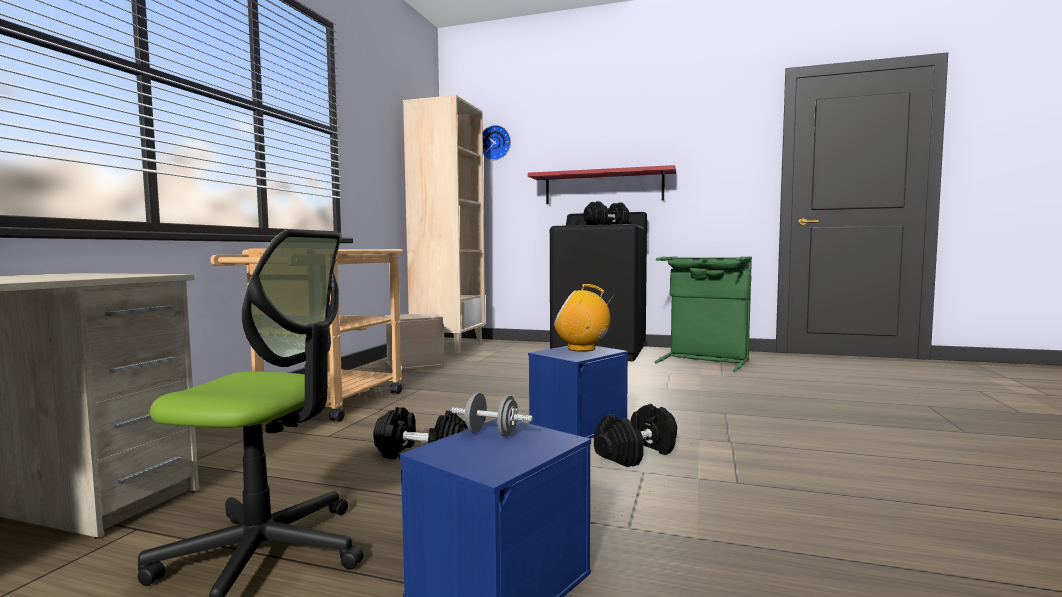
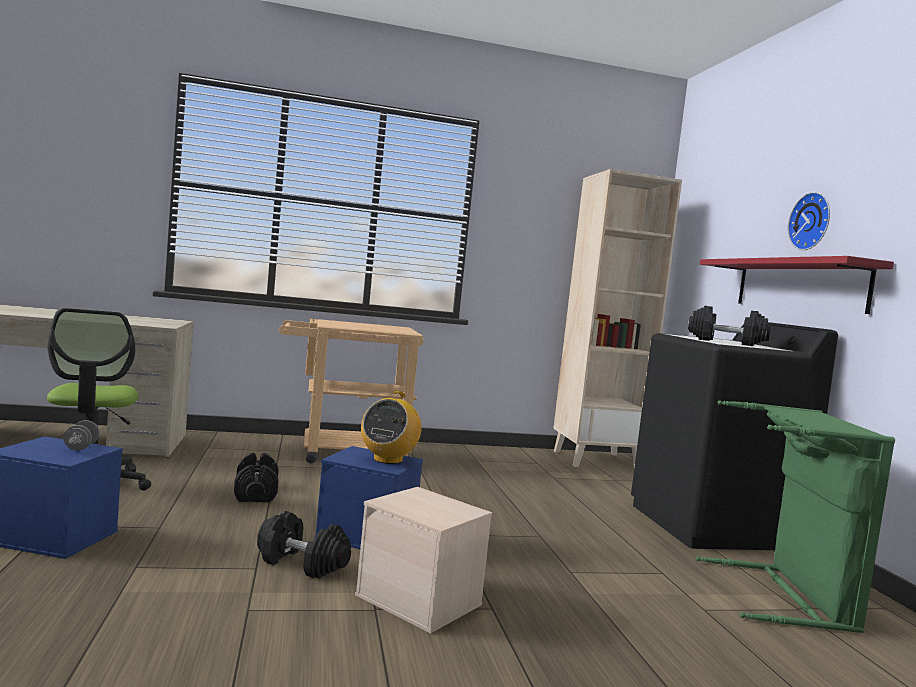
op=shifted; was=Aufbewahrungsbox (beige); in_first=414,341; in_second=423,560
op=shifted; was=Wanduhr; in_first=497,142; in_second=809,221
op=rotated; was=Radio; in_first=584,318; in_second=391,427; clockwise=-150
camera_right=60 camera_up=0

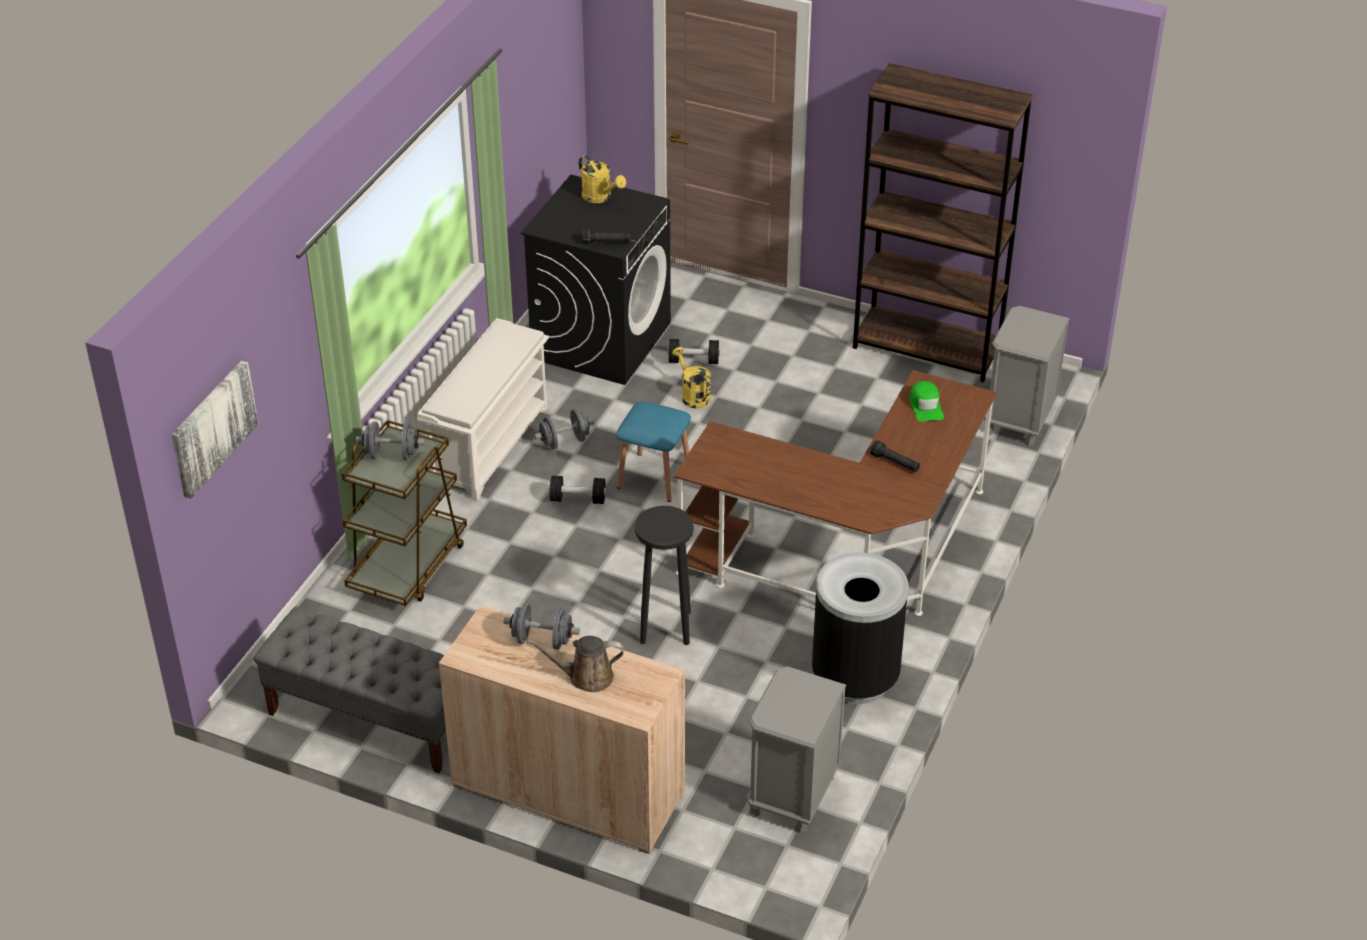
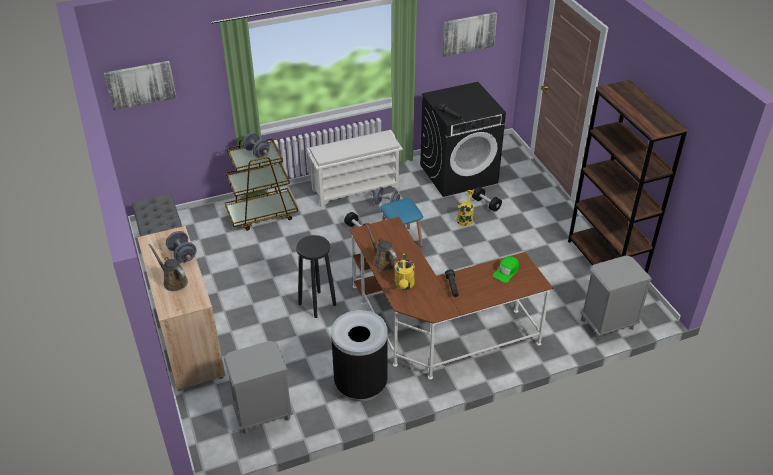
op=shifted; was=Gießkanne (gelb); in_first=602,179; in_second=405,272
op=new; now=Gießkanne (braun); in_second=381,247
op=new; now=Bild; in_second=469,34
camera_right=45 camera_up=0

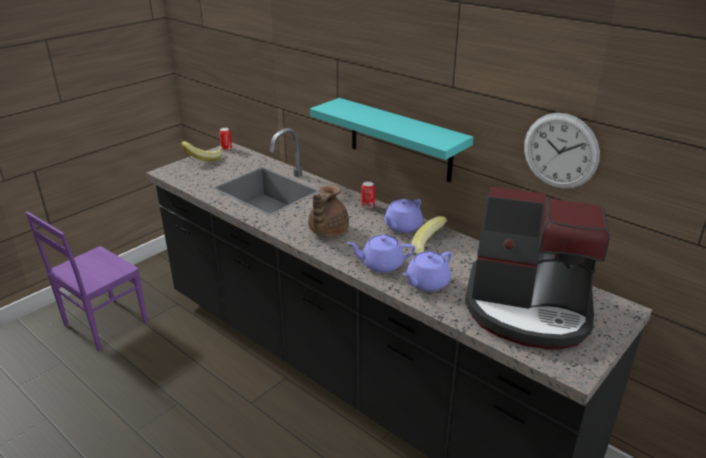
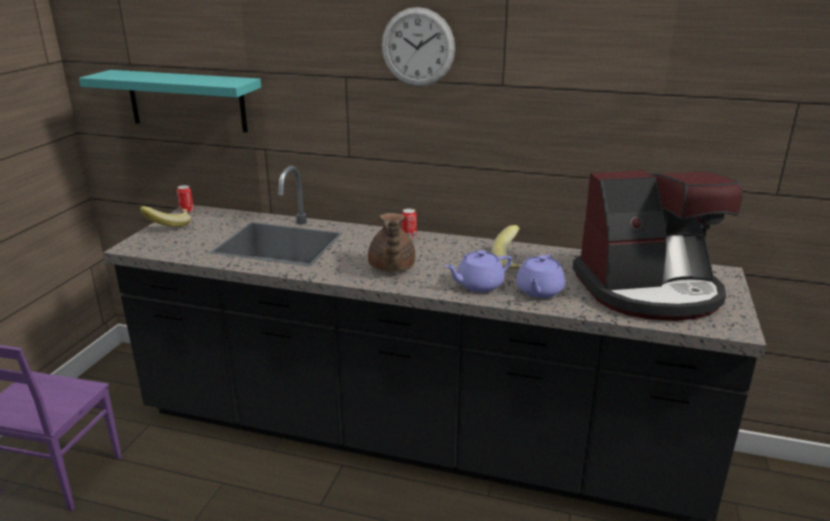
op=shifted; was=Wandregal (türkis); in_first=392,140; in_second=170,101
op=gone; was=Teekanne (lila); in_first=403,216
op=shifted; was=Wanduhr; in_first=562,151; in_second=418,46
camera_right=-25 camera_up=-5

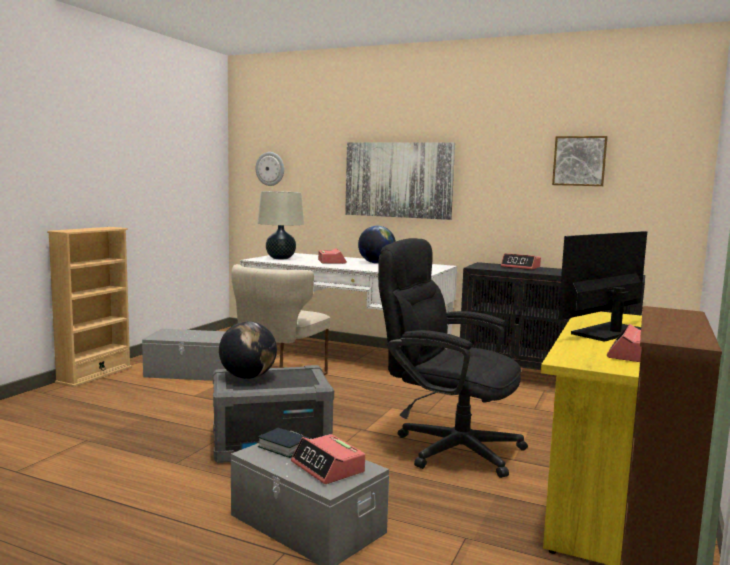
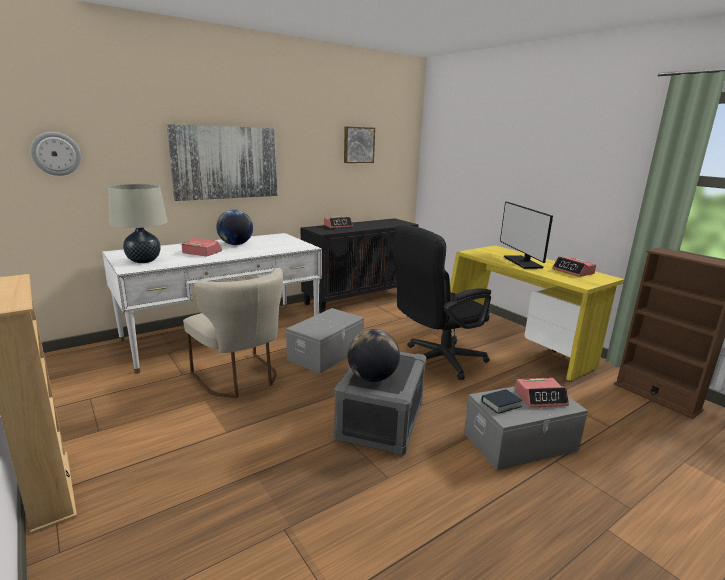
op=shifted; was=Aufbewahrungsbox (grau); in_first=184,355; in_second=325,341
camera_right=-60 camera_up=10

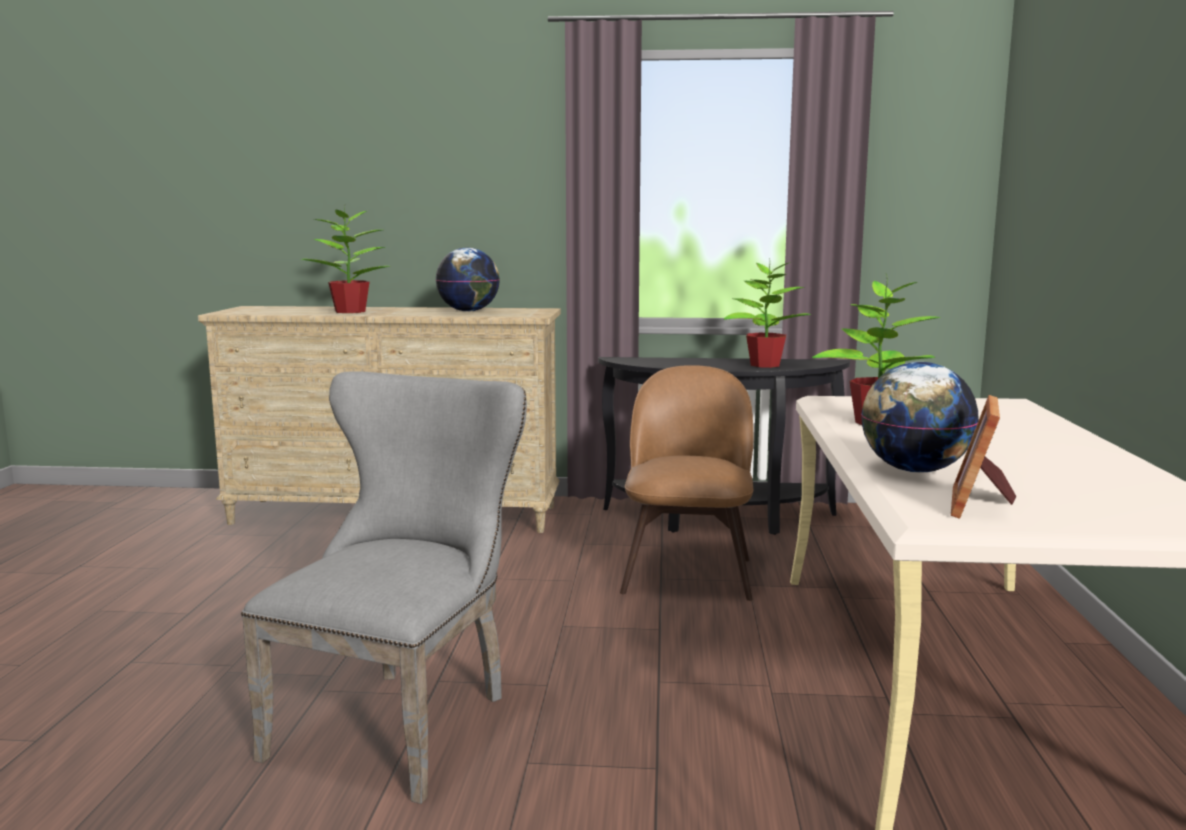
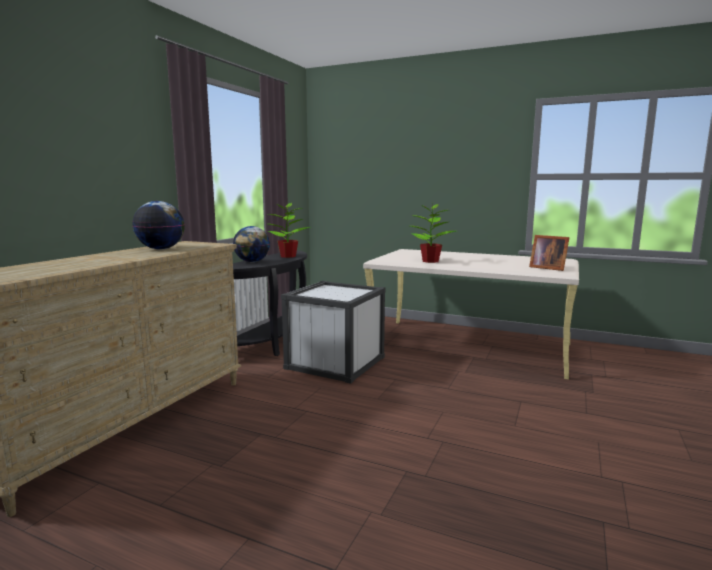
op=gone; was=Stuhl (grau); in_first=384,587
op=gone; was=Topfpflanze; in_first=345,259
op=swapped; was=Stuhl (braun); now=Aufbewahrungsbox (weiß); in_first=687,483; in_second=333,332
op=shifted; was=Globus; in_first=920,417; in_second=251,244
camera_right=-70 camera_up=0

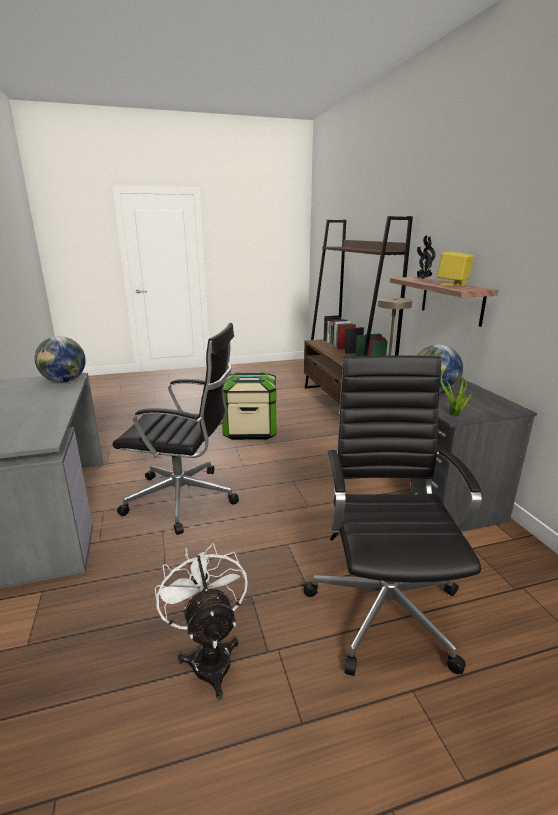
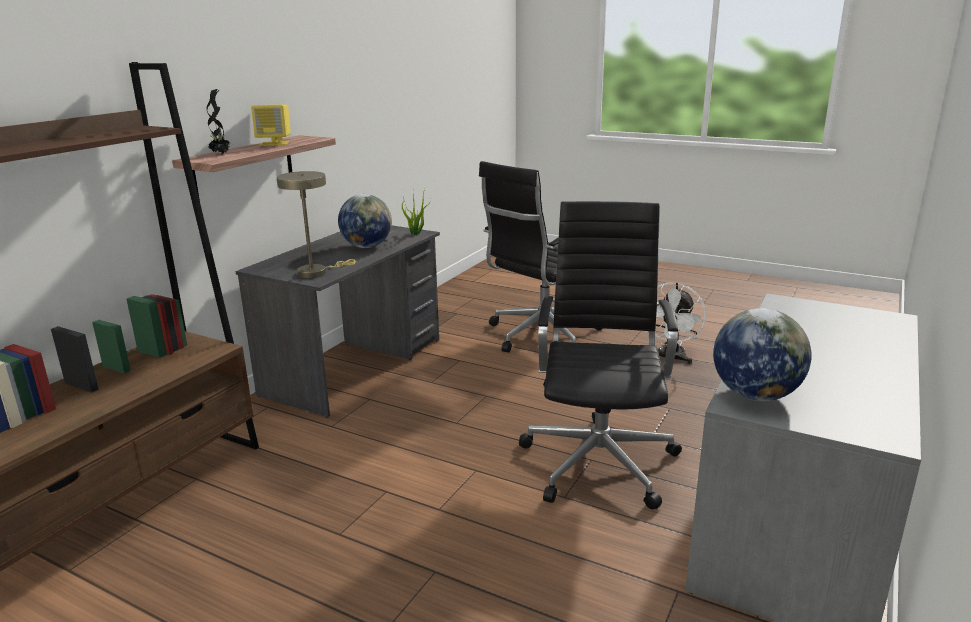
op=rotated; was=Bürostuhl (schwarz); in_first=175,429; in_second=600,355; clockwise=45
op=gone; was=Aufbewahrungsbox; in_first=249,406
camera_right=-135 camera_up=0

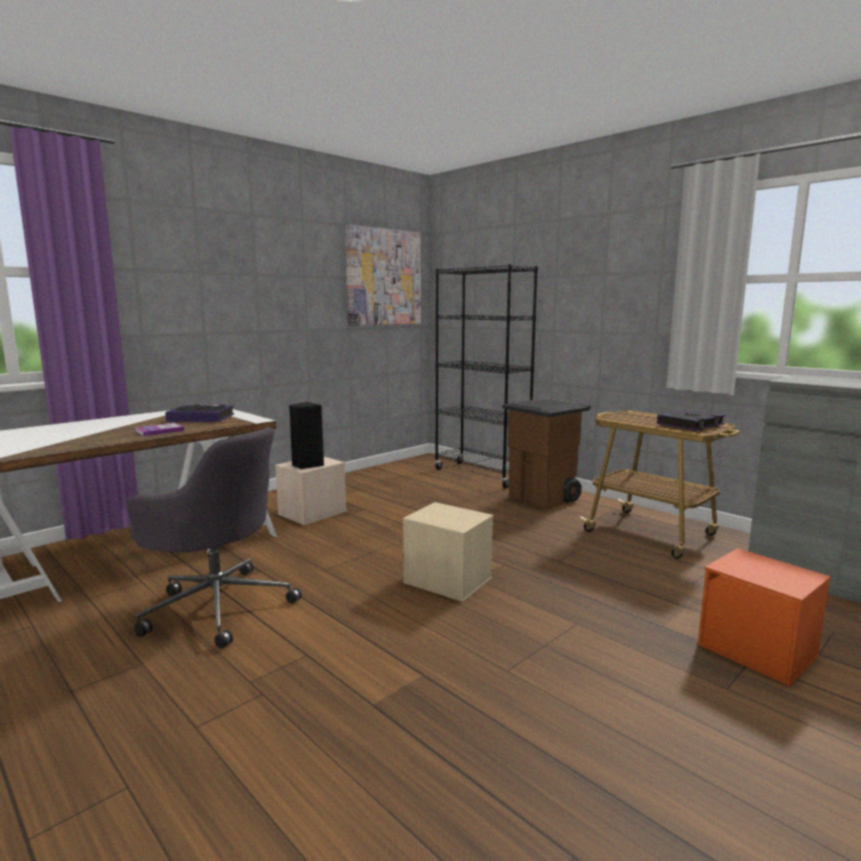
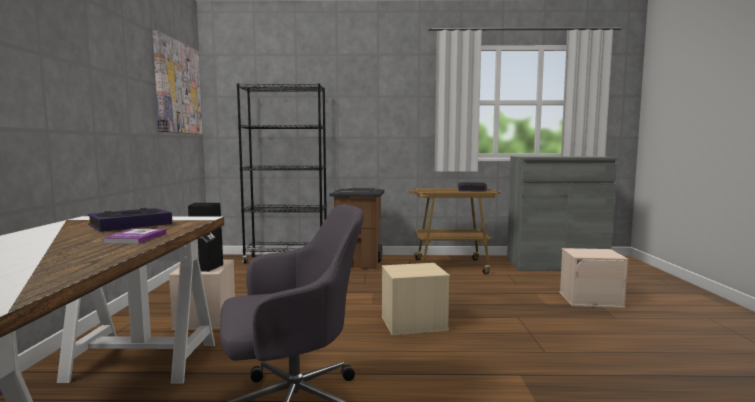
op=repainted; was=Aufbewahrungsbox (orange); now=Aufbewahrungsbox (beige); in_first=764,617; in_second=594,278
camera_right=-45 camera_up=-5

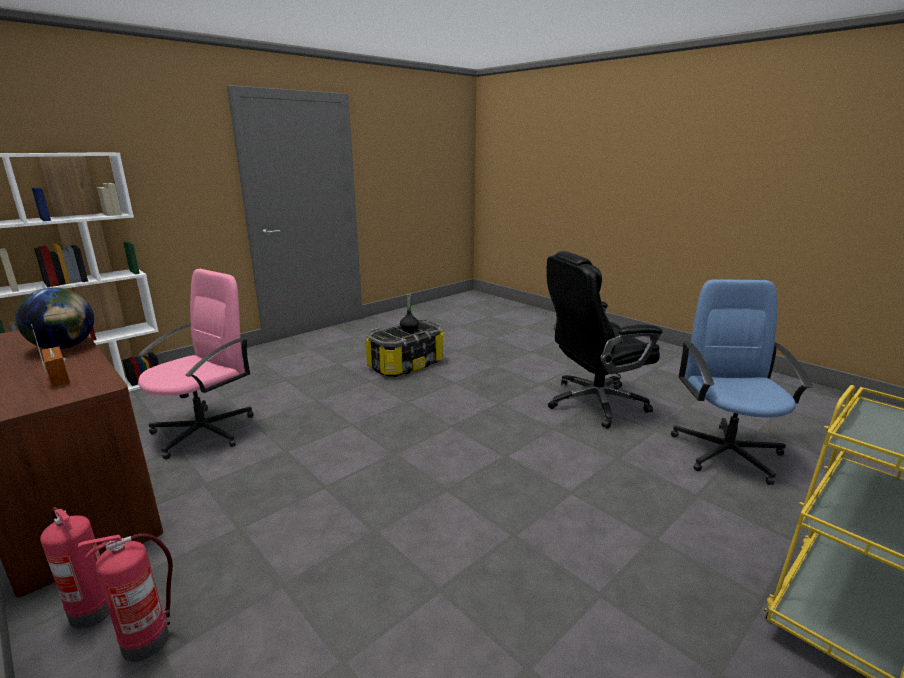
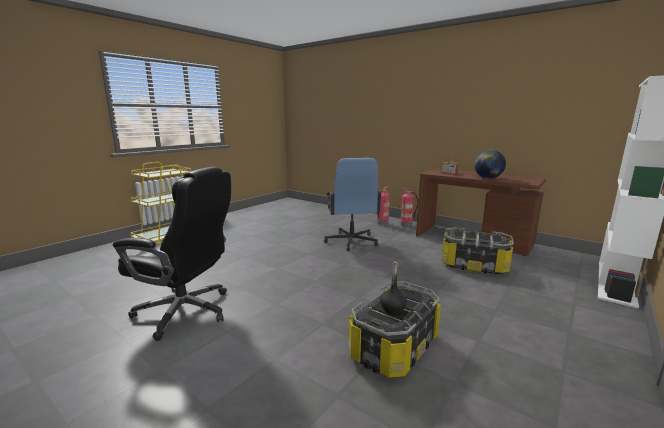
op=swapped; was=Bürostuhl (rosa); now=Aufbewahrungsbox; in_first=196,364; in_second=478,250
op=rotated; was=Bürostuhl (schwarz); in_first=604,340; in_second=172,254; clockwise=45
op=shifted; was=Bürostuhl (blau); in_first=742,382; in_second=353,204
camera_right=170 camera_up=-5

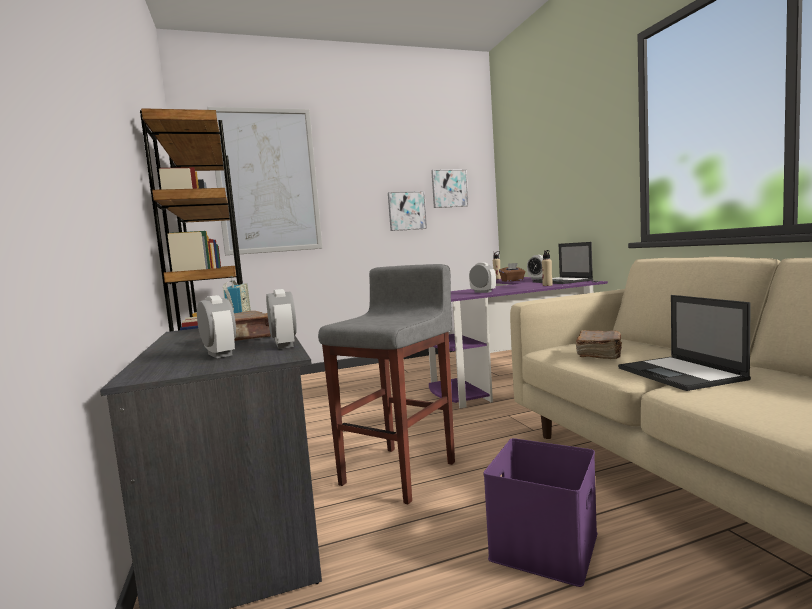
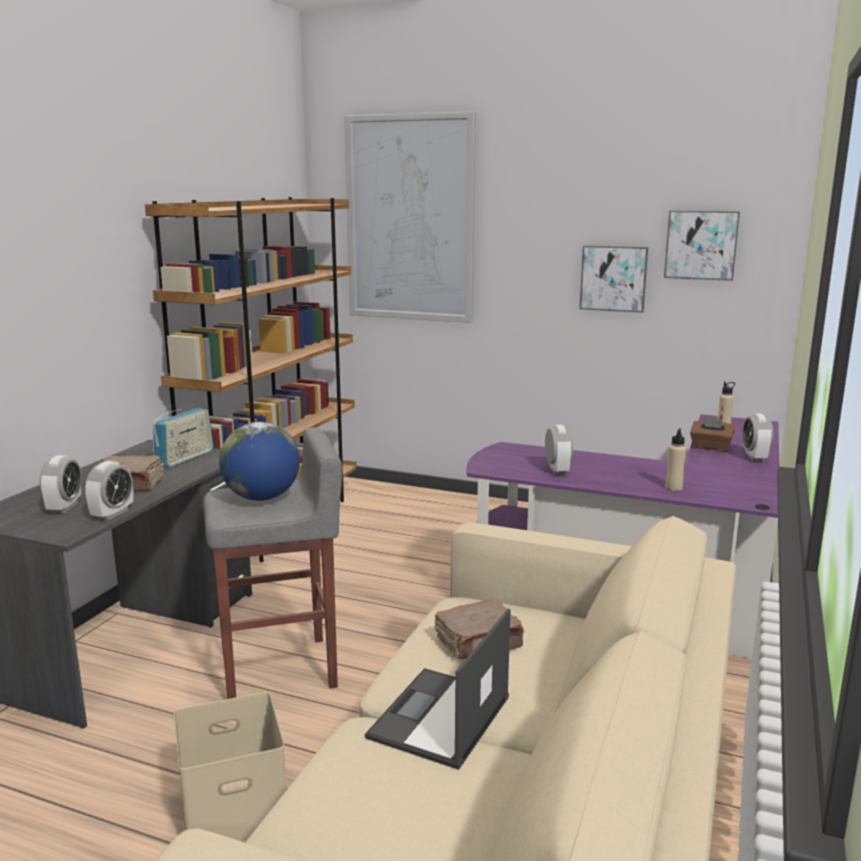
op=repainted; was=Aufbewahrungsbox (lila); now=Aufbewahrungsbox (beige); in_first=540,512; in_second=230,767
op=gone; was=Laptop; in_first=562,263
op=new; now=Globus; in_second=259,461
camera_right=40 camera_up=10

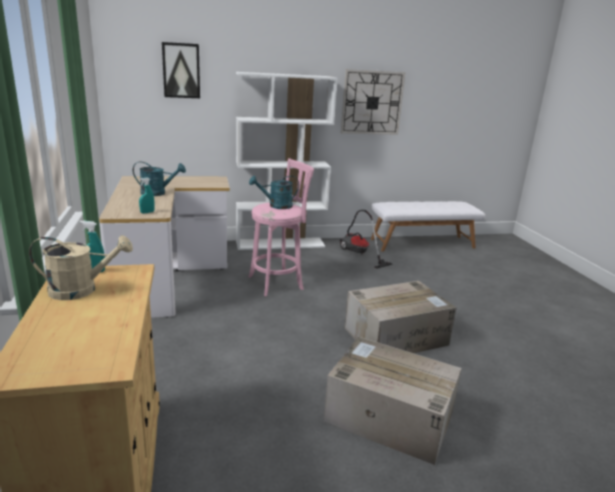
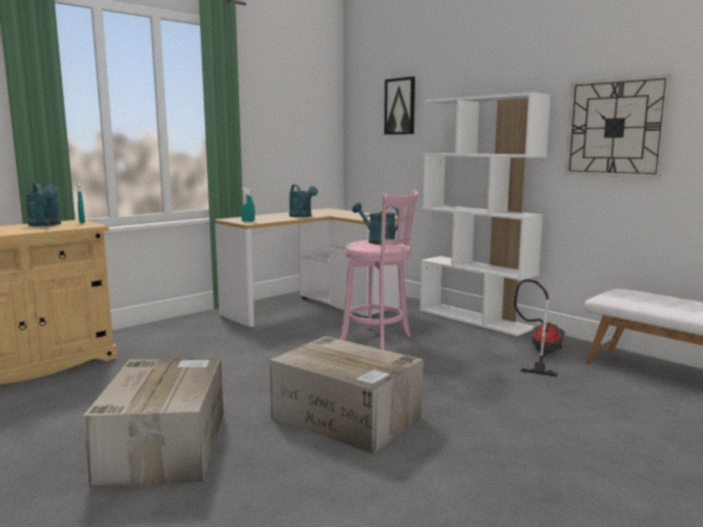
op=repainted; was=Gießkanne (beige); now=Gießkanne (türkis); in_first=81,267; in_second=43,204
camera_right=60 camera_up=-10

